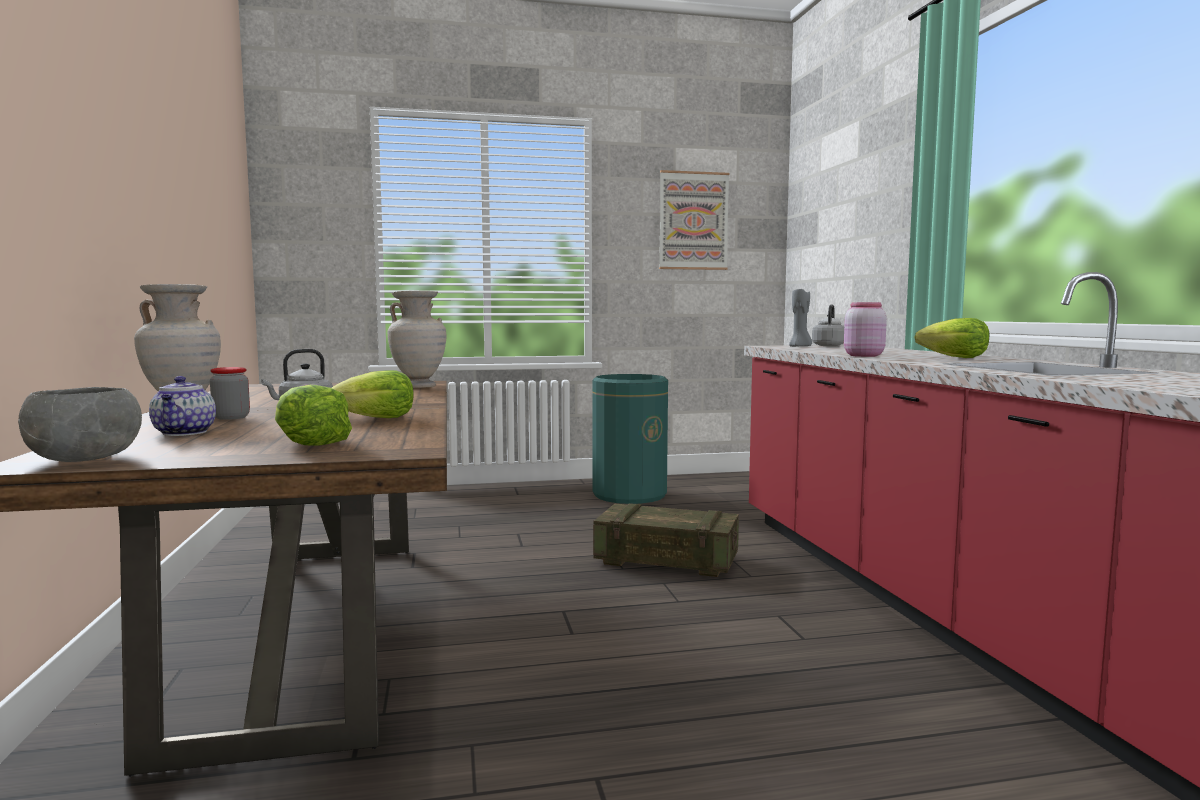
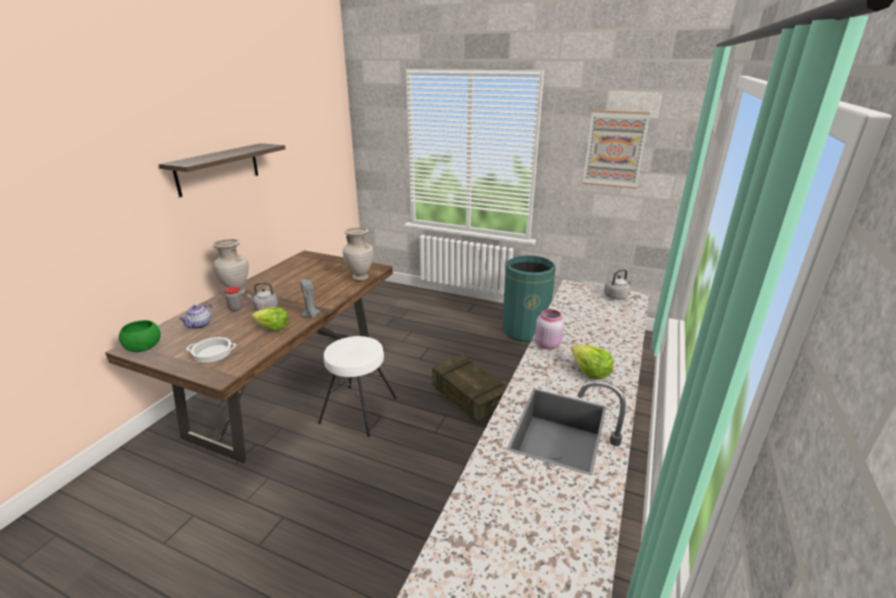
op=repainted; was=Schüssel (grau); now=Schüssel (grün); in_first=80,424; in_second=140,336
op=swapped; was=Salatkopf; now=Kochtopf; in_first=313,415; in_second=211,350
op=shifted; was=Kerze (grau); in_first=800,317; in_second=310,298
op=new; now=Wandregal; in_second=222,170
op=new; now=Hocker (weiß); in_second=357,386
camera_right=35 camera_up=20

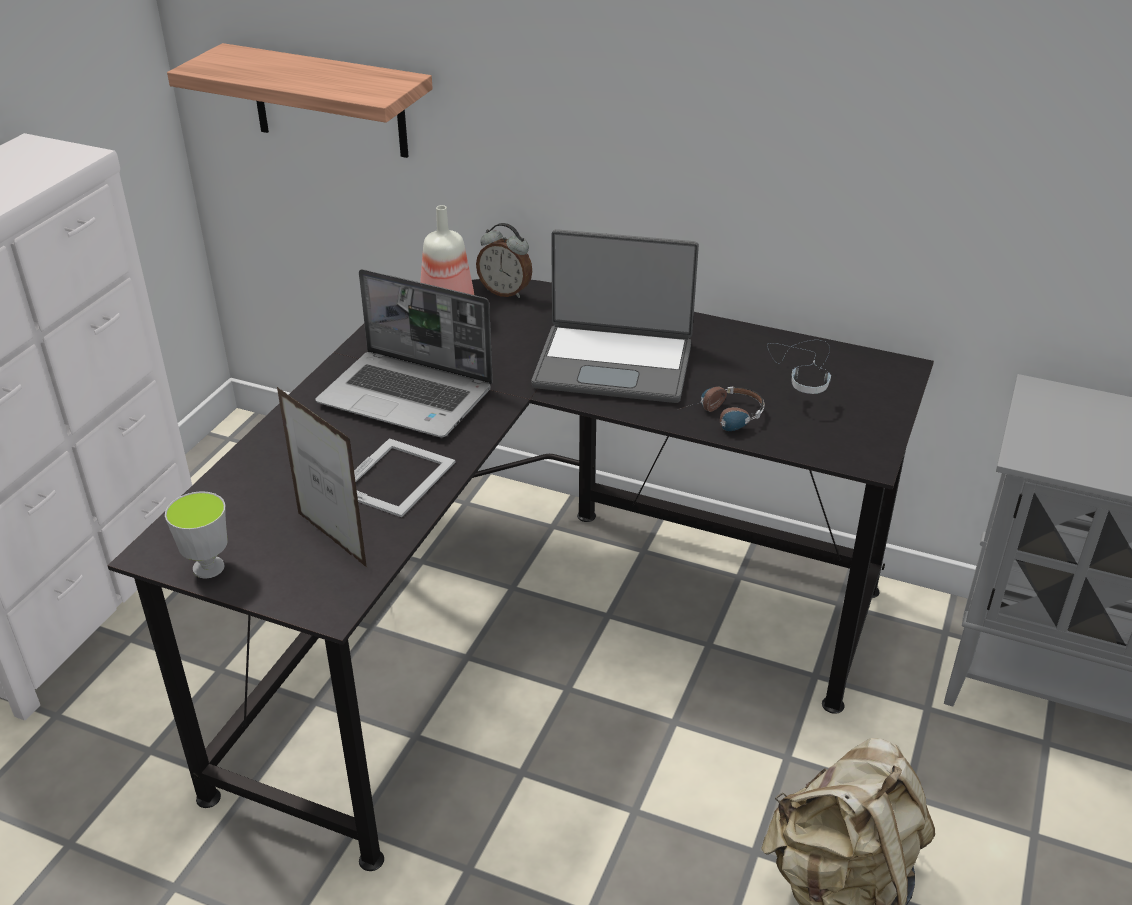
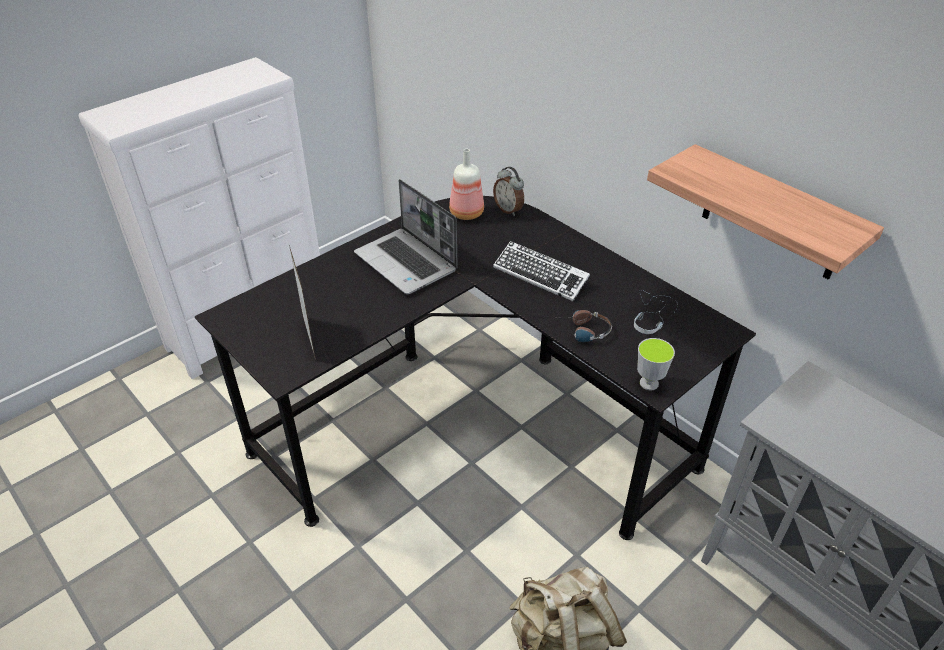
op=shifted; was=Tasse; in_first=196,534; in_second=656,364
op=shifted; was=Wandregal; in_first=300,100; in_second=765,212
op=gone; was=Bilderrahmen; in_first=404,477
op=swapped; was=Laptop; now=Tastatur; in_first=615,316; in_second=541,271
camera_right=25 camera_up=5

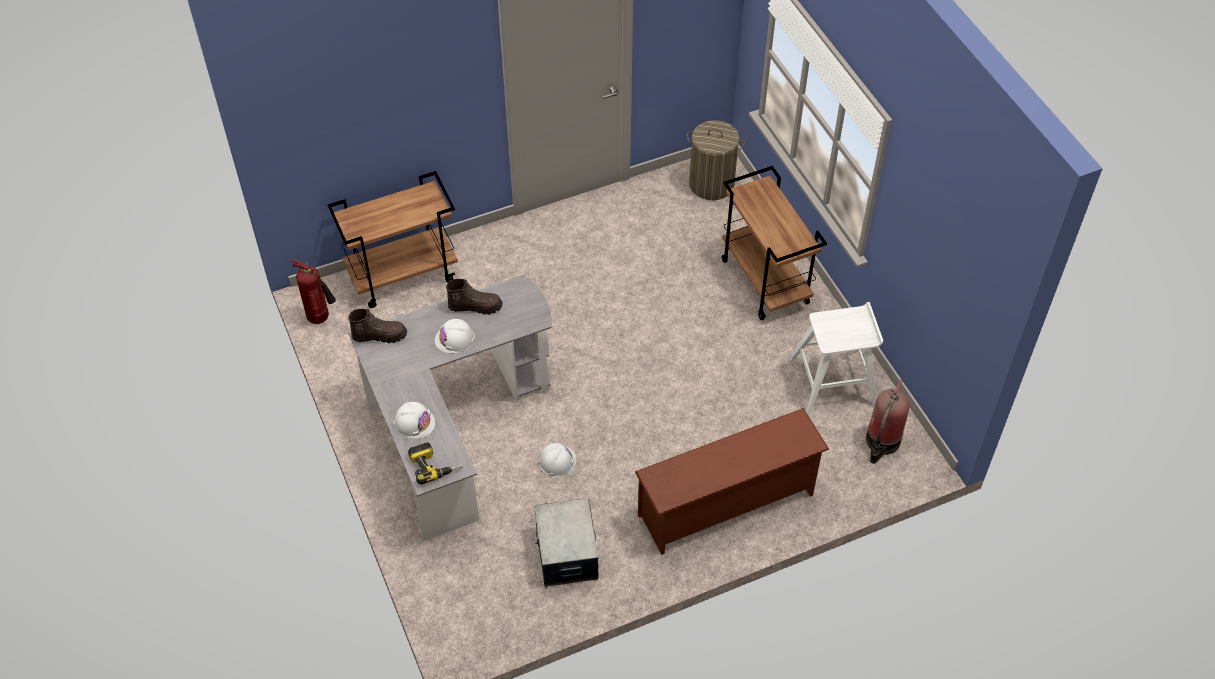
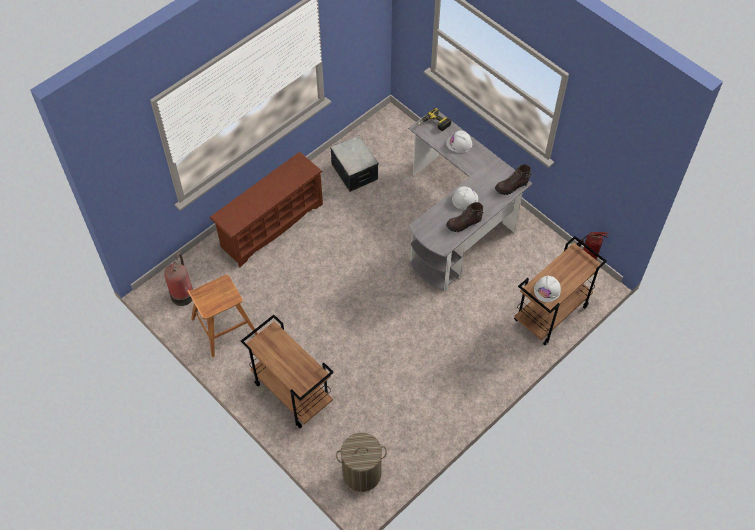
op=shifted; was=Schutzhelm (weiß); in_first=557,460; in_second=547,289
op=repainted; was=Hocker (weiß); now=Hocker (braun); in_first=836,359; in_second=222,316
camera_right=160 camera_up=5

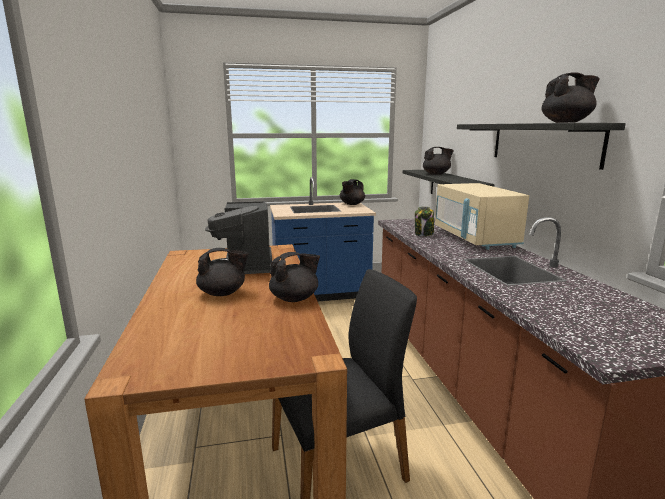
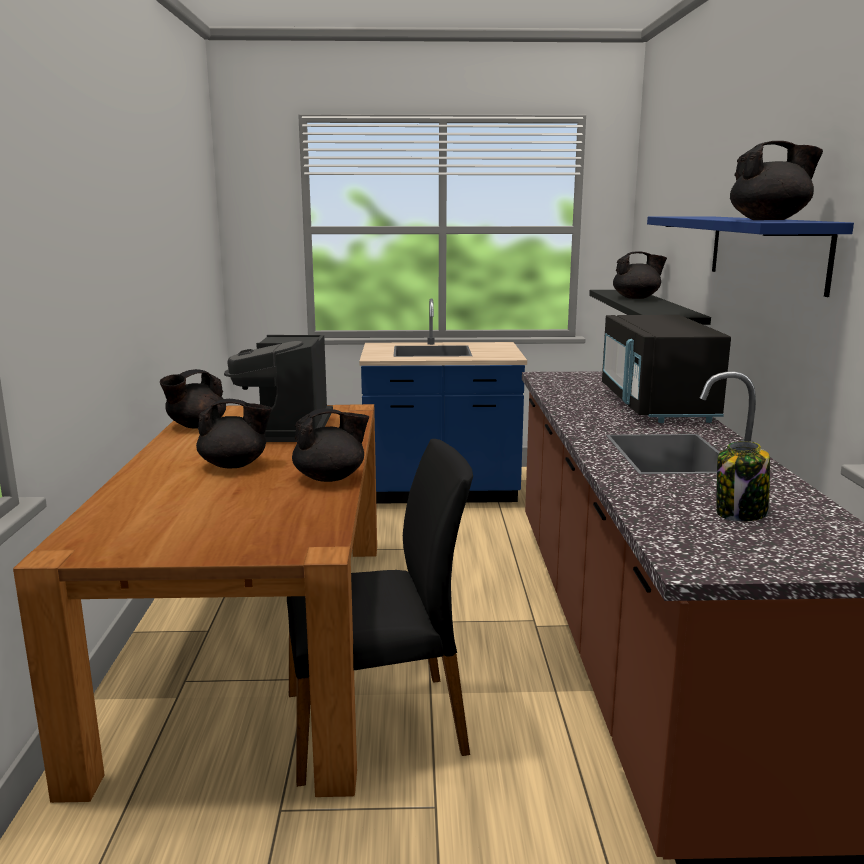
op=shifted; was=Teekanne (schwarz); in_first=352,192; in_second=193,398
op=shifted; was=Vorratsglas; in_first=424,221; in_second=743,481
op=repainted; was=Mikrowelle (beige); now=Mikrowelle (schwarz); in_first=482,216; in_second=666,369
op=repainted; was=Wandregal (schwarz); now=Wandregal (blau); in_first=541,146; in_second=750,256
camera_right=10 camera_up=0

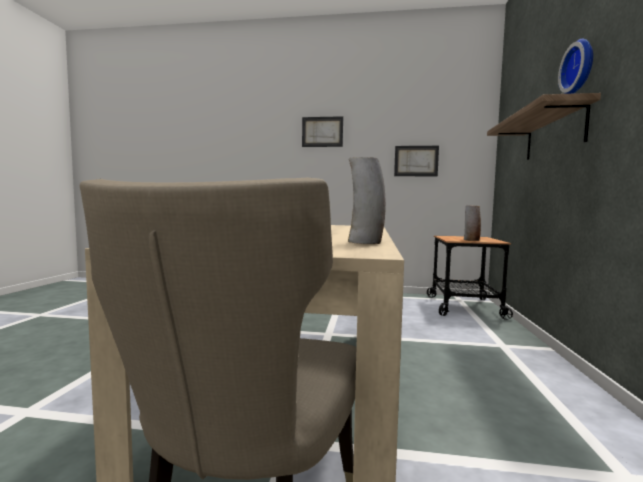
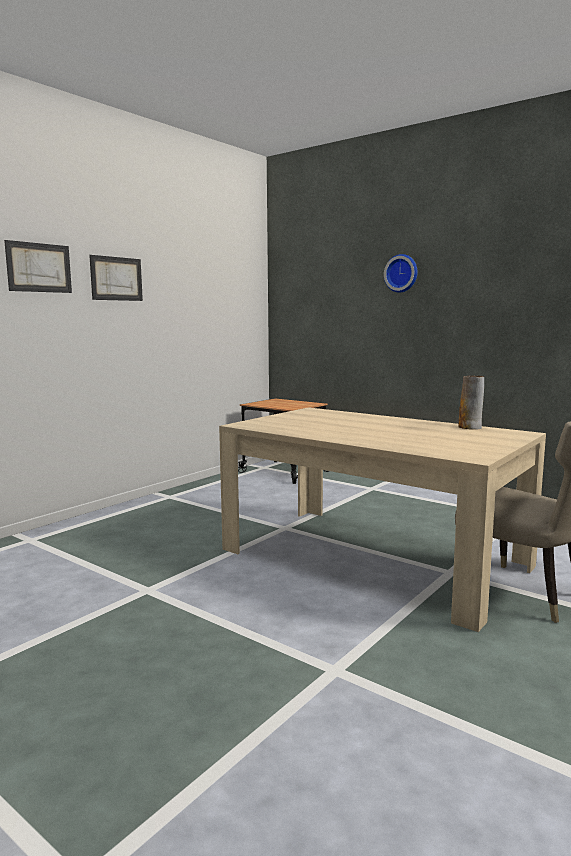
op=shifted; was=Bild; in_first=416,161; in_second=38,266
op=gone; was=Vase; in_first=472,223
op=gone; was=Wandregal; in_first=544,126
camera_right=-60 camera_up=5

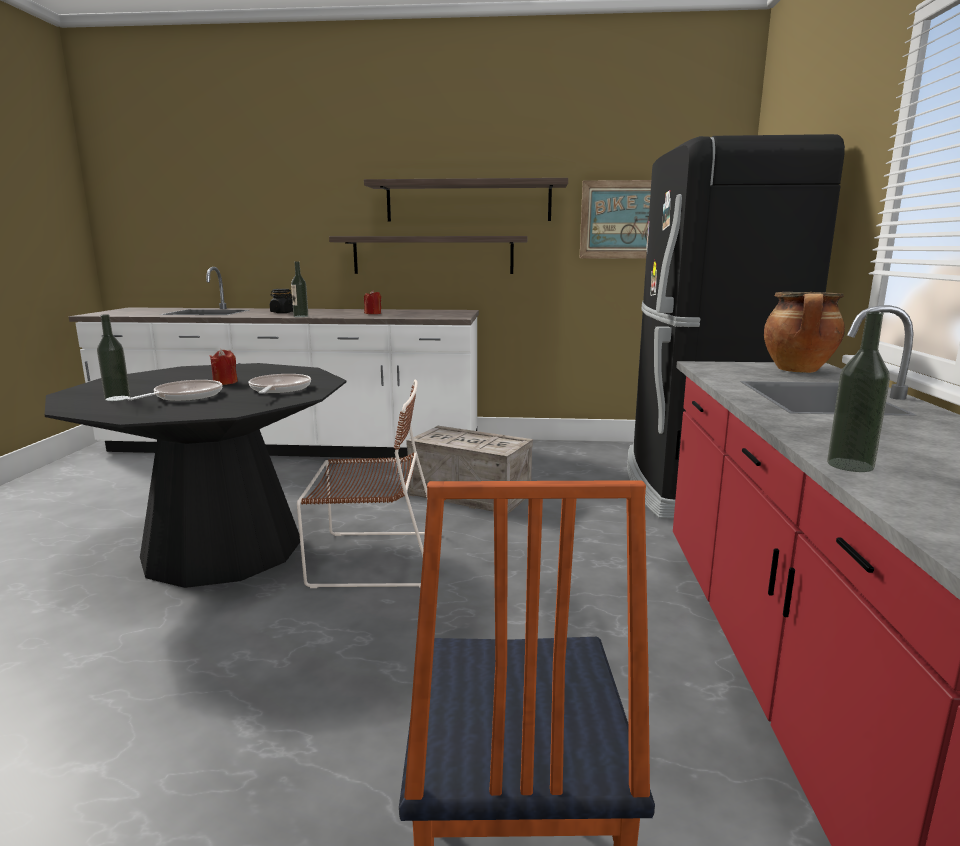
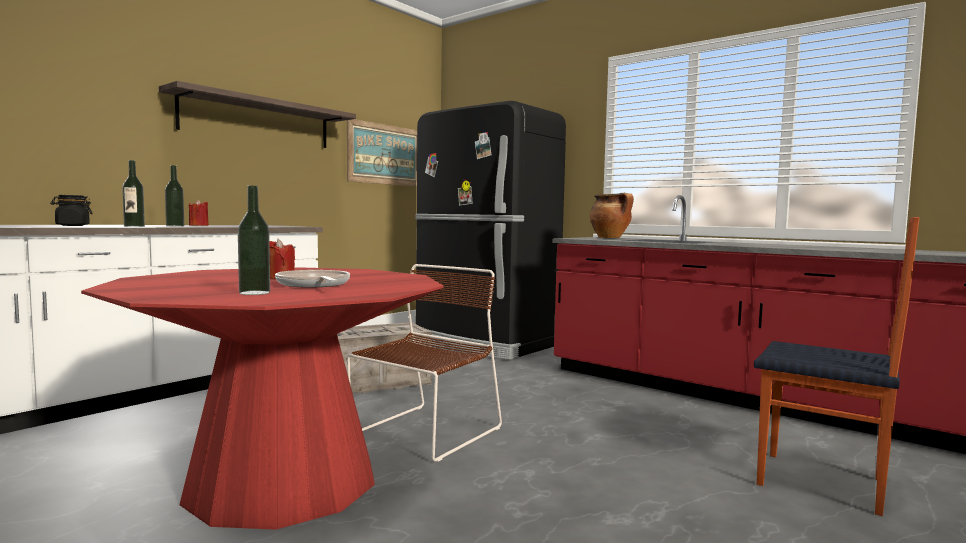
op=repainted; was=Esstisch (schwarz); now=Esstisch (rot); in_first=196,475; in_second=262,398
op=gone; was=Pfanne; in_first=280,384
op=gone; was=Wandregal; in_first=428,255
op=shifted; was=Flasche; in_first=858,391; in_second=174,195
camera_right=-55 camera_up=-10

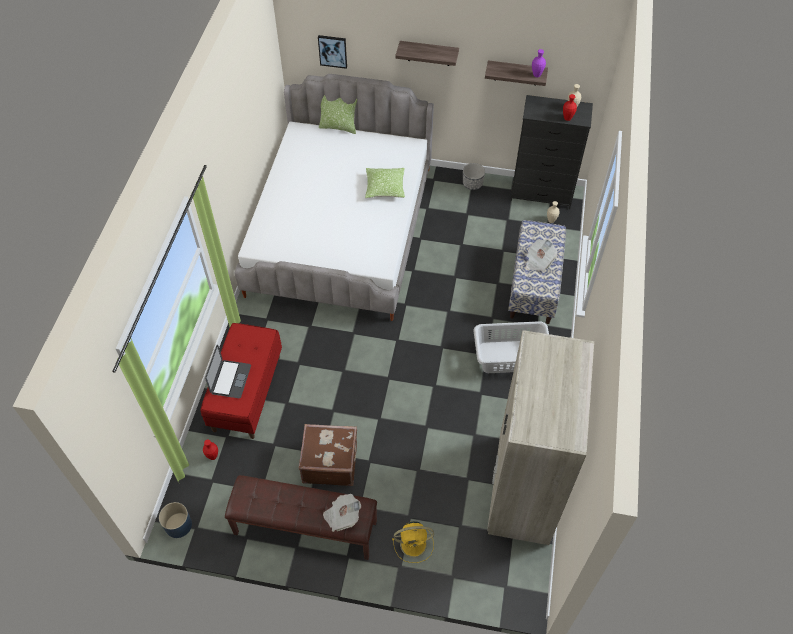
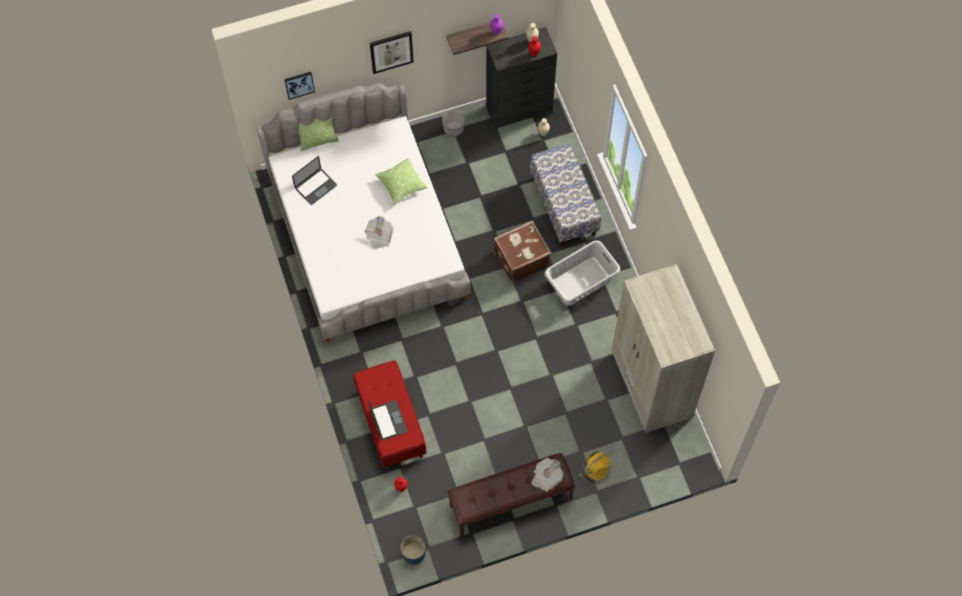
op=shifted; was=Koffer (braun); in_first=328,455; in_second=522,252
op=swapped; was=Wandregal; now=Bild; in_first=427,53; in_second=392,52
op=shifted; was=Zeitung; in_first=541,255; in_second=379,233
op=new; now=Laptop; in_second=314,180
camera_right=-30 camera_up=10

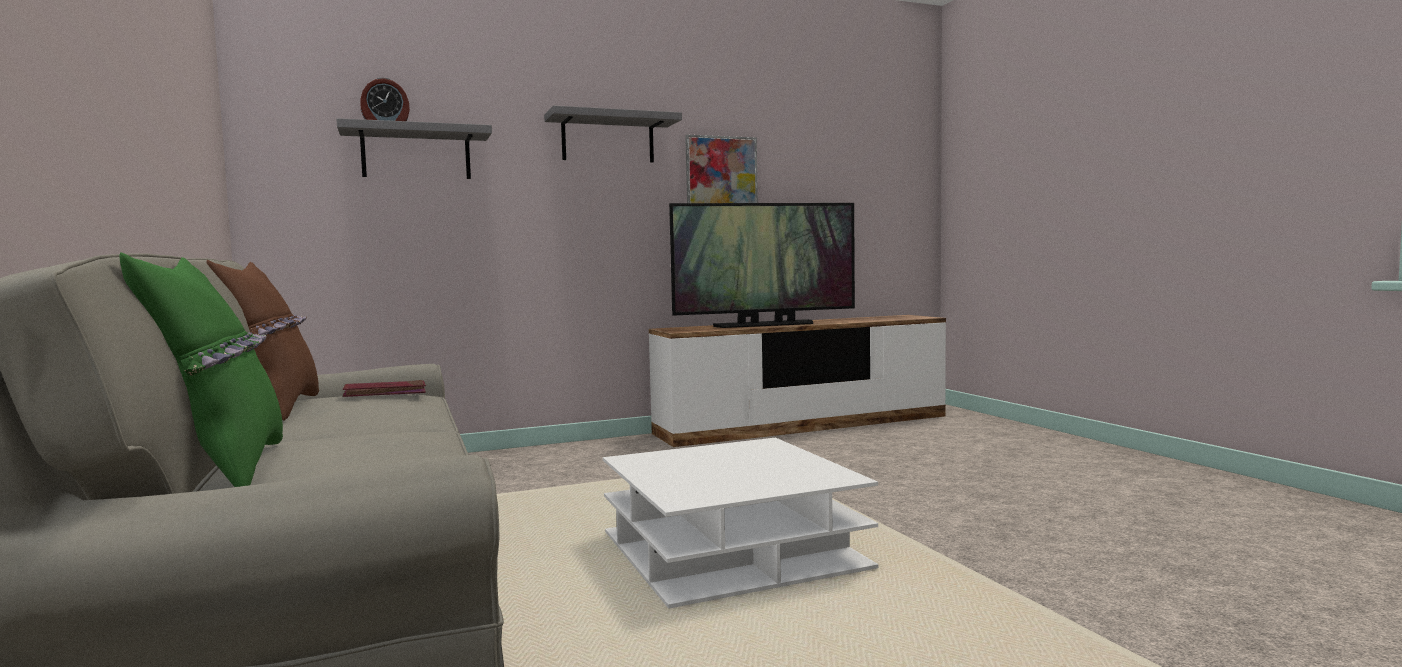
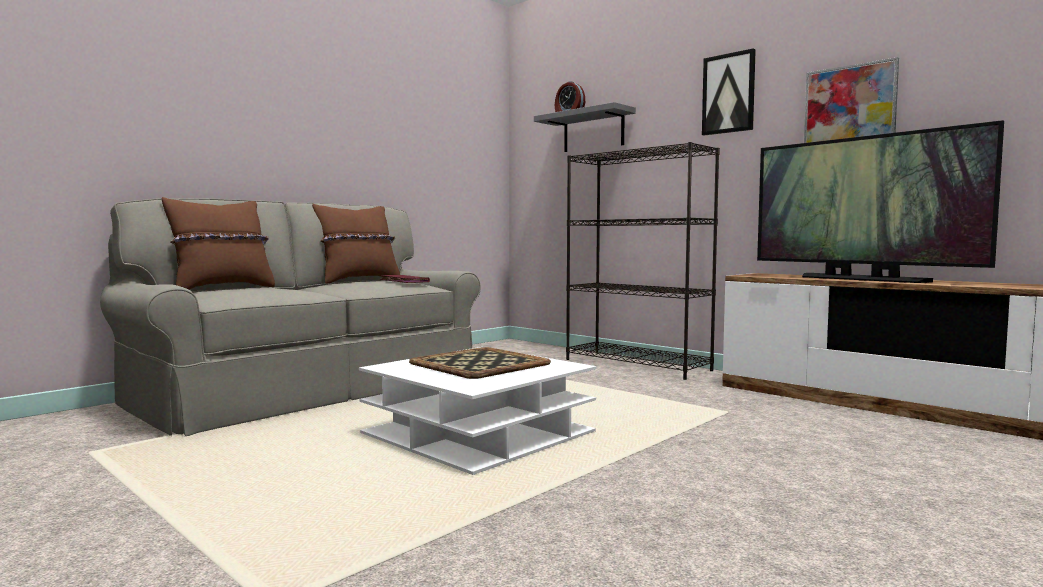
op=repainted; was=Kissen (grün); now=Kissen (braun); in_first=201,369; in_second=218,243
op=swapped; was=Wandregal (grau); now=Bild; in_first=613,134; in_second=729,91
op=new; now=Tablett; in_second=480,363
op=new; now=Bücherregal (schwarz); in_second=643,261
camera_right=65 camera_up=0

